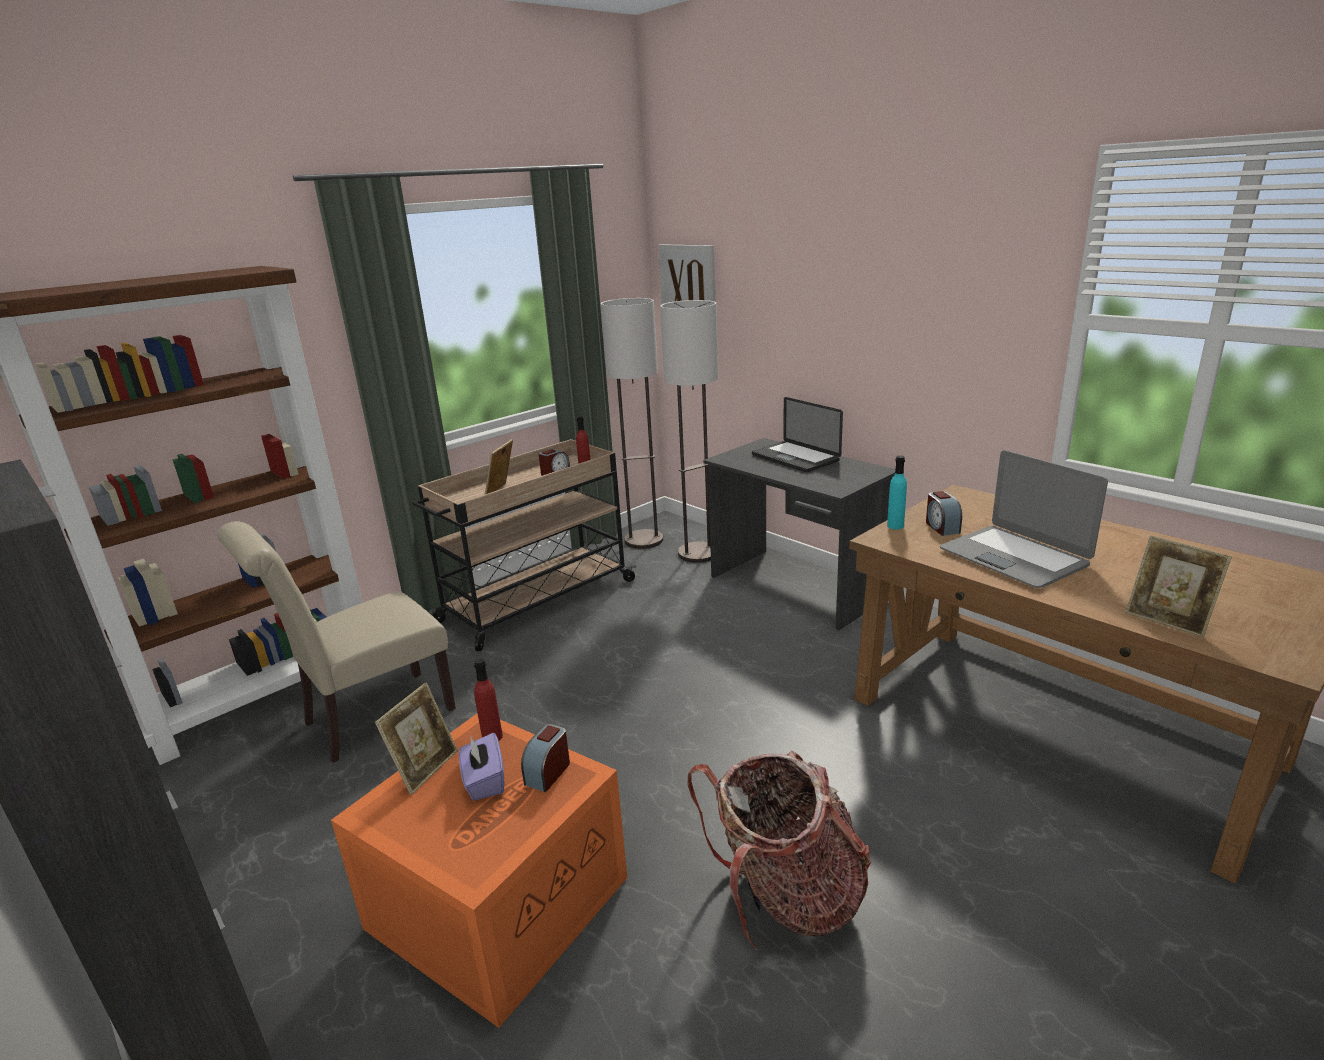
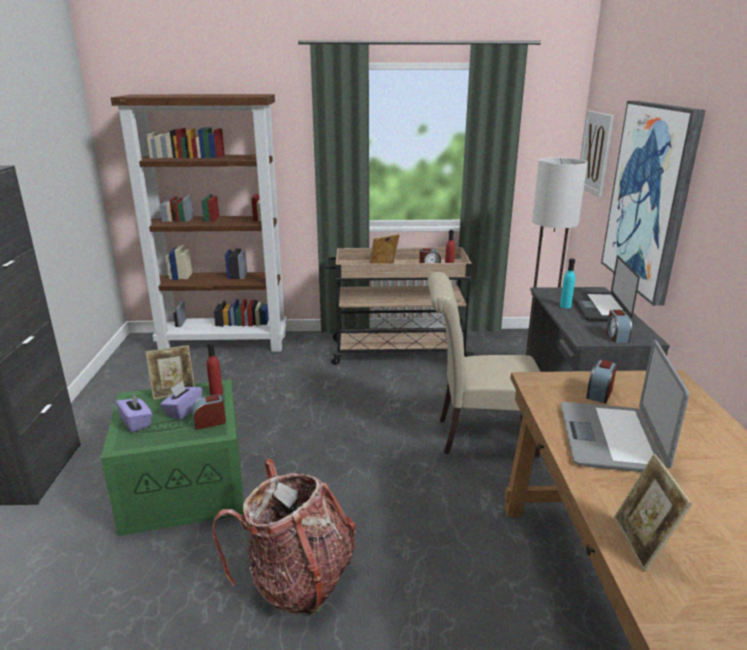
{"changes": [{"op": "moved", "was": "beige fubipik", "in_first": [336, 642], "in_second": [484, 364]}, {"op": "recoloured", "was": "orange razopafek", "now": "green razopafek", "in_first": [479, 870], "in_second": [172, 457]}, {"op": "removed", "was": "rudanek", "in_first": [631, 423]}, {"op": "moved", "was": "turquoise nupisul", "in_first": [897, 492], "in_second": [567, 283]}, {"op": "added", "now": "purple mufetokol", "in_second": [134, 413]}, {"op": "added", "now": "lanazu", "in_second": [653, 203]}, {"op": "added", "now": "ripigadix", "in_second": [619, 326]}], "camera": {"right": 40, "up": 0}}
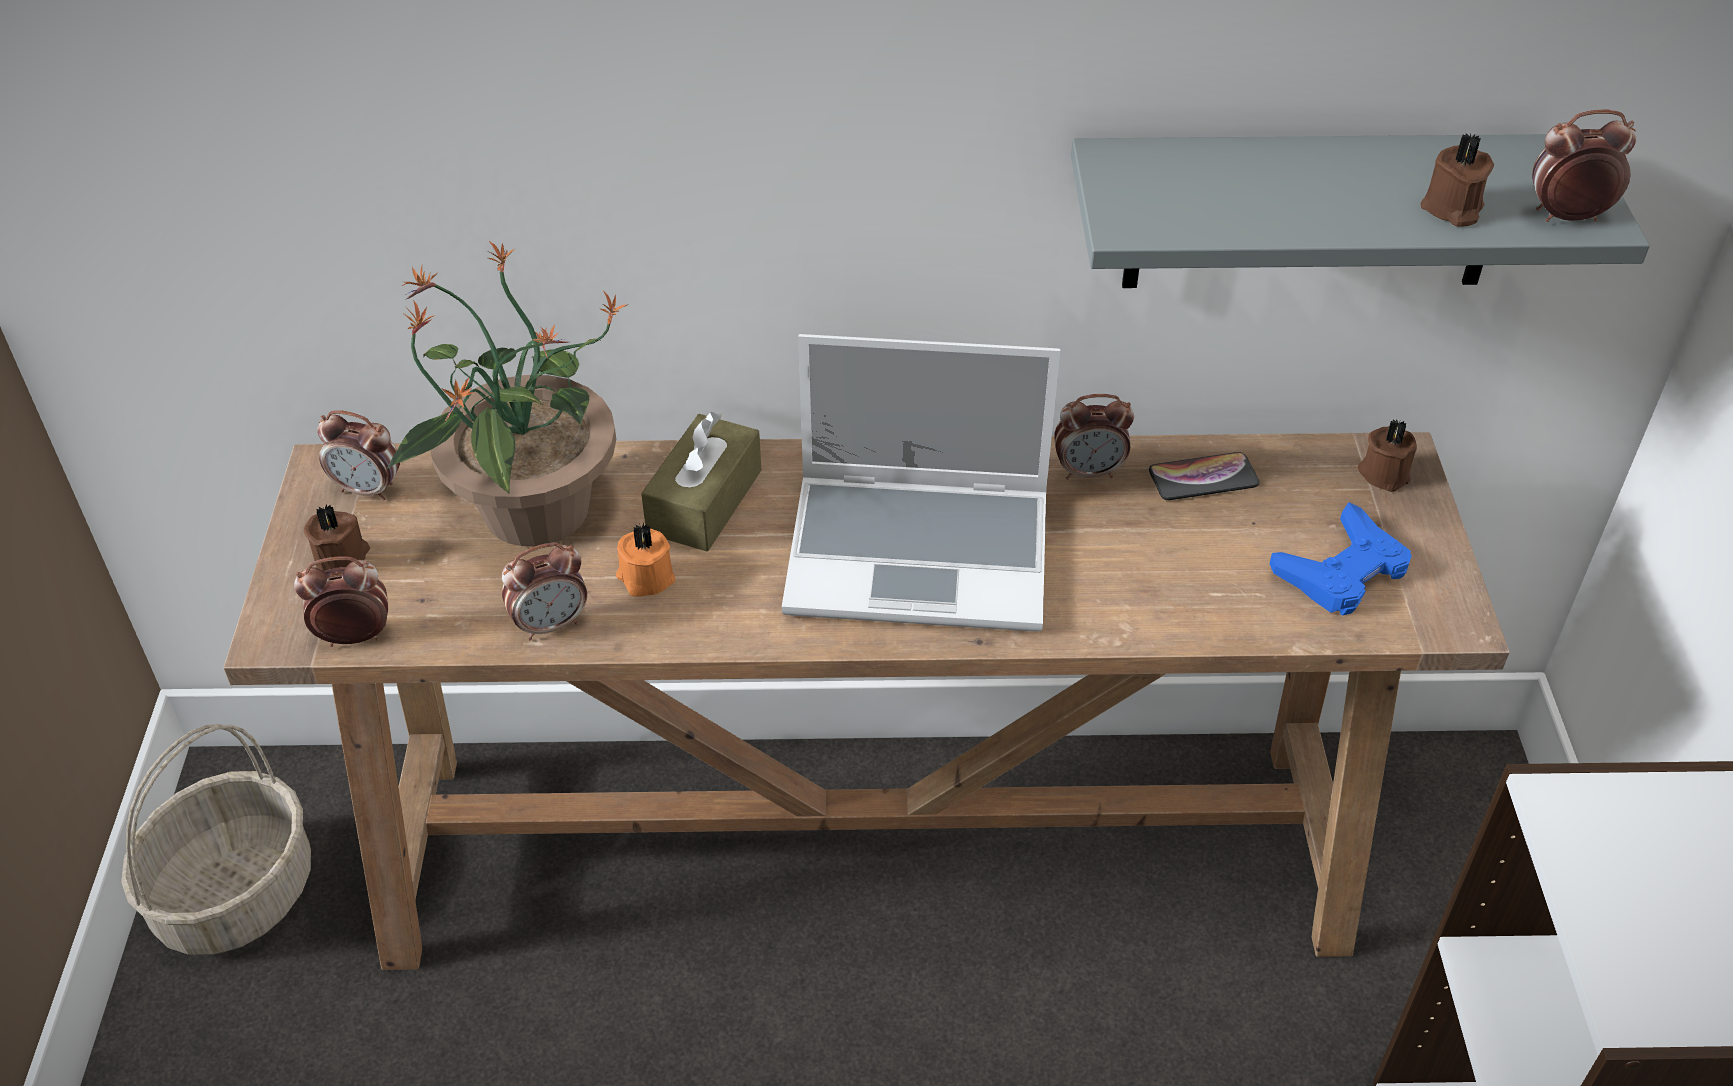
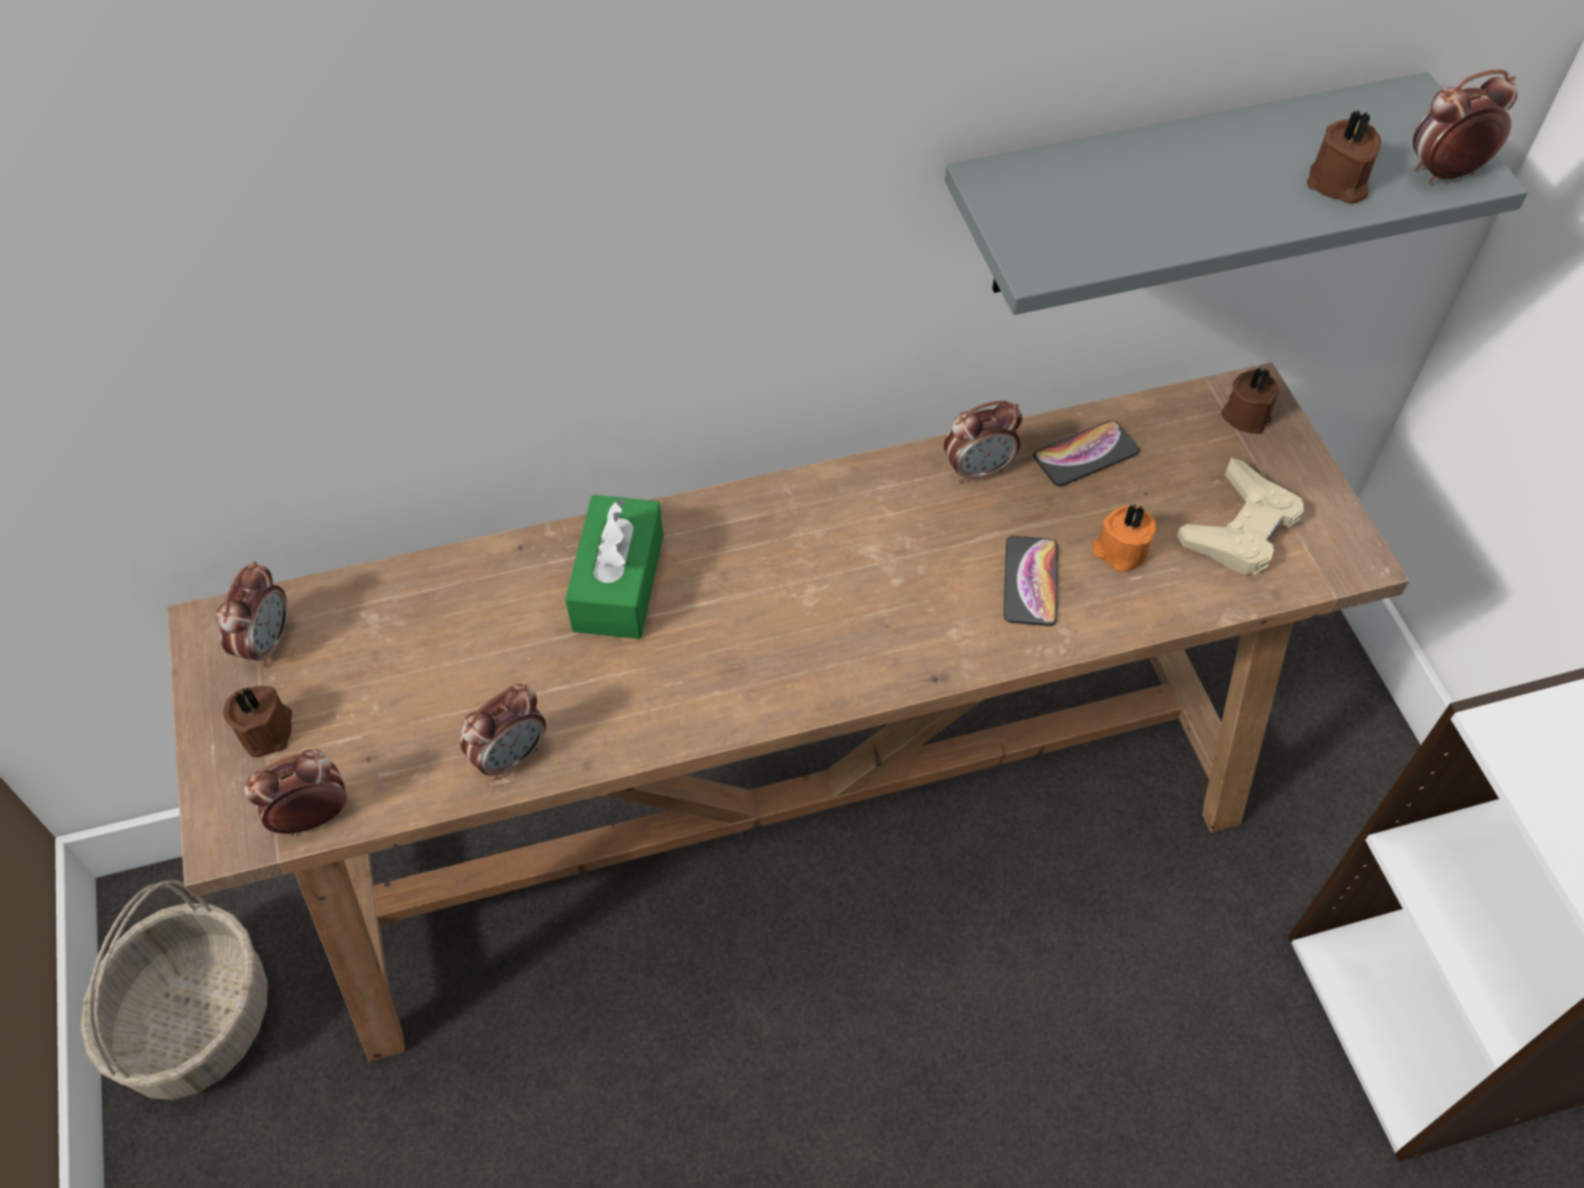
{"changes": [{"op": "turned", "was": "ripigadix", "in_first": [358, 455], "in_second": [252, 614], "clockwise": -75}, {"op": "removed", "was": "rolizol", "in_first": [507, 393]}, {"op": "moved", "was": "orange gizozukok", "in_first": [646, 560], "in_second": [1124, 537]}, {"op": "recoloured", "was": "brown mufetokol", "now": "green mufetokol", "in_first": [701, 481], "in_second": [614, 567]}, {"op": "removed", "was": "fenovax", "in_first": [921, 482]}, {"op": "recoloured", "was": "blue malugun", "now": "beige malugun", "in_first": [1341, 558], "in_second": [1240, 516]}, {"op": "added", "now": "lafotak", "in_second": [1031, 581]}], "camera": {"right": -15, "up": 10}}
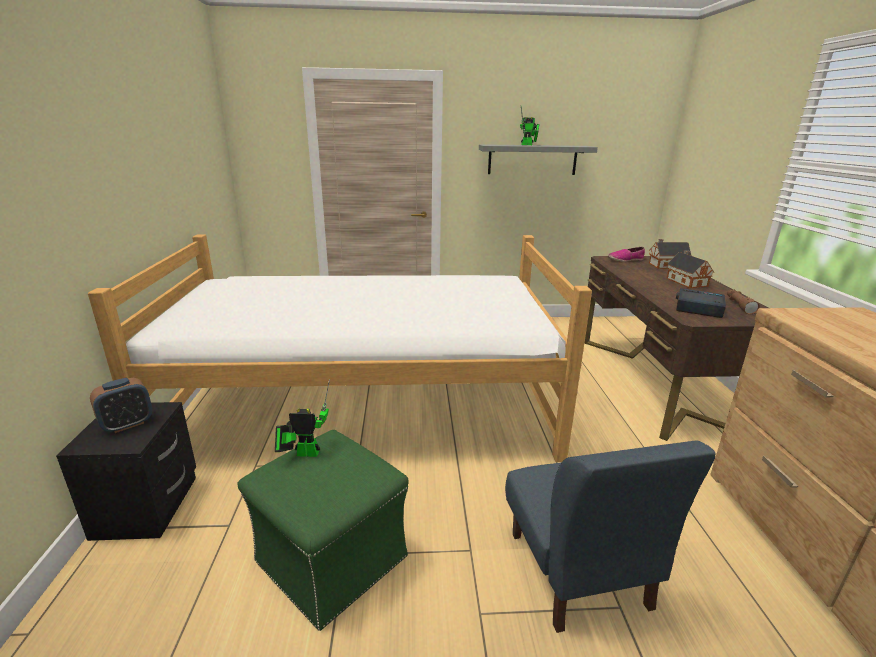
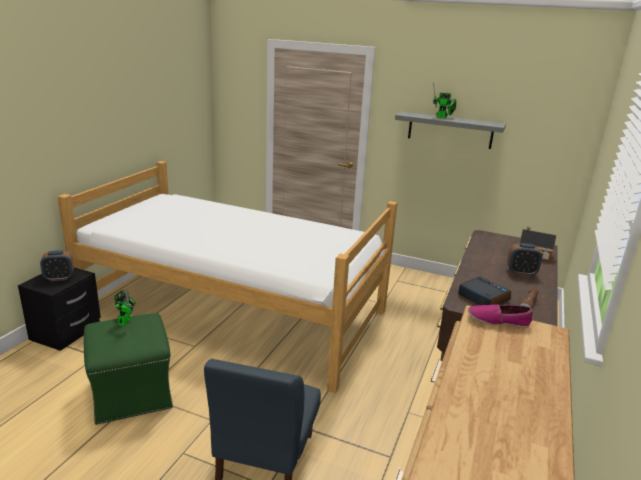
{"changes": [{"op": "turned", "was": "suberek", "in_first": [302, 418], "in_second": [125, 308], "clockwise": 75}, {"op": "moved", "was": "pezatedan", "in_first": [626, 254], "in_second": [500, 316]}, {"op": "replaced", "was": "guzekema", "now": "ripigadix", "in_first": [690, 269], "in_second": [524, 259]}], "camera": {"right": 25, "up": 0}}
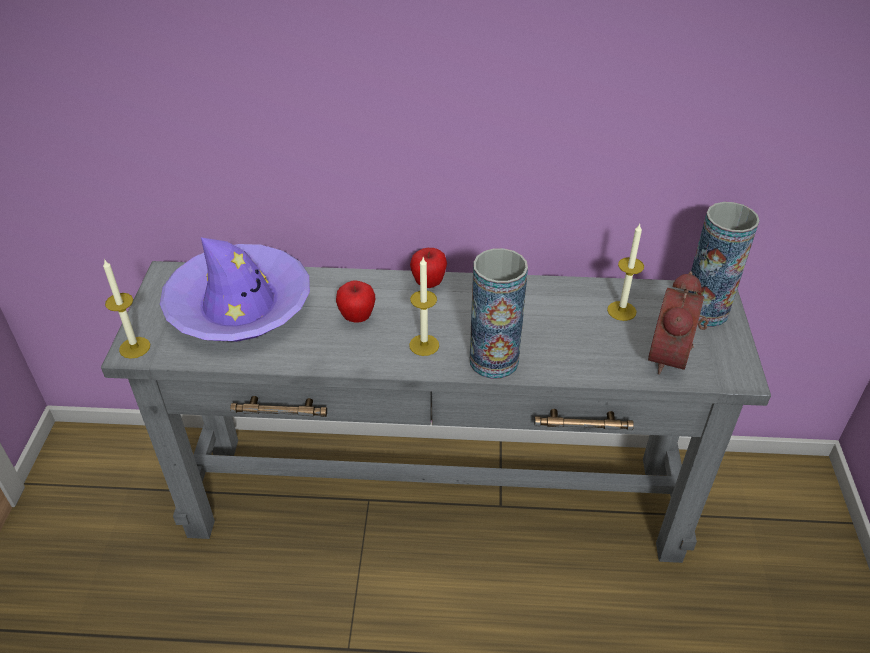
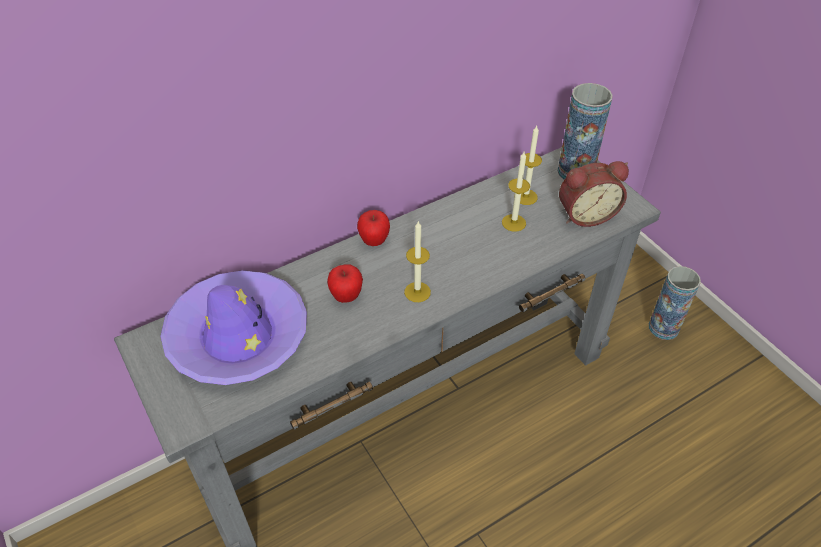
{"changes": [{"op": "moved", "was": "gizozukok", "in_first": [126, 309], "in_second": [516, 192]}, {"op": "moved", "was": "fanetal", "in_first": [499, 313], "in_second": [675, 303]}, {"op": "turned", "was": "ripigadix", "in_first": [678, 323], "in_second": [594, 194], "clockwise": -90}], "camera": {"right": -35, "up": 5}}
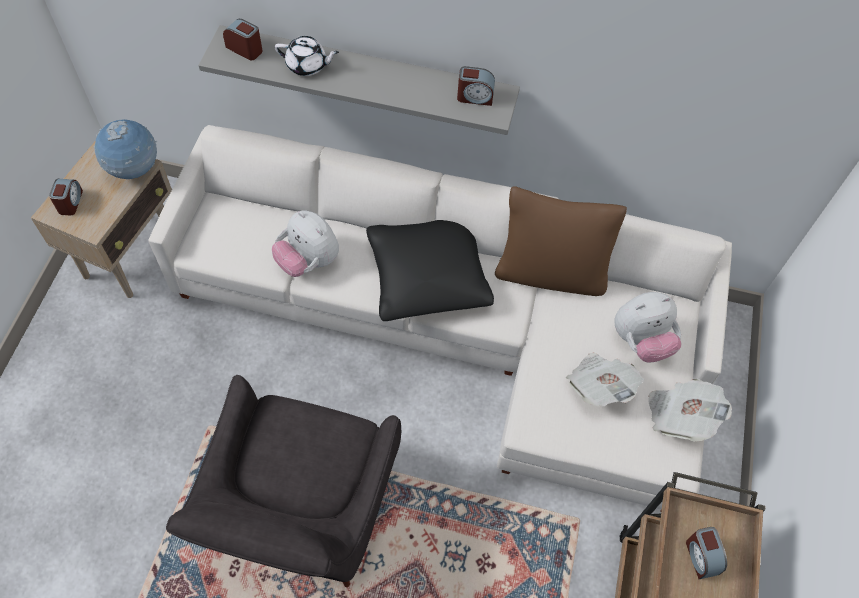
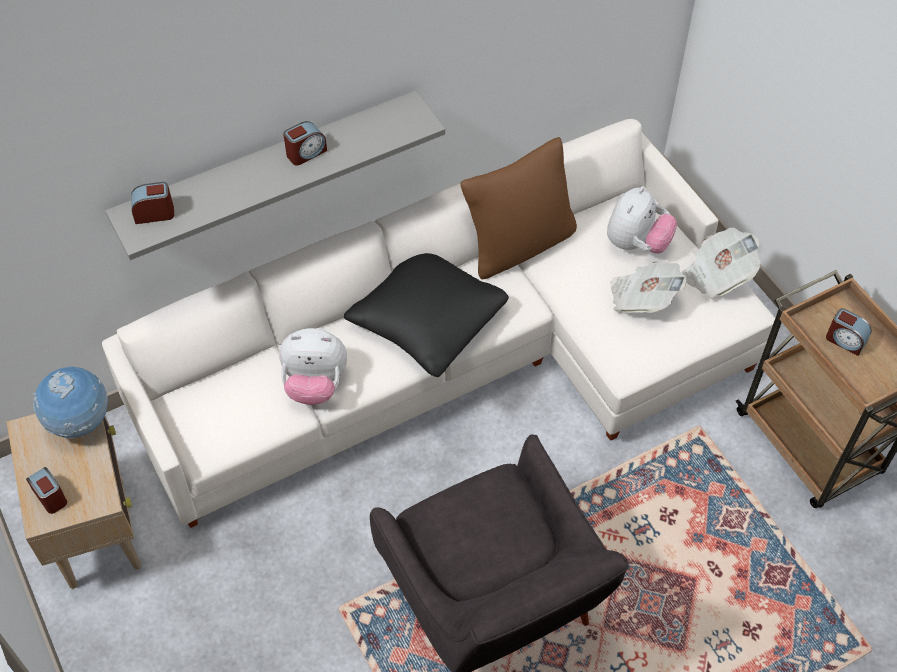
{"changes": [{"op": "removed", "was": "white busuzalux", "in_first": [307, 56]}, {"op": "moved", "was": "ripigadix", "in_first": [476, 86], "in_second": [305, 143]}], "camera": {"right": -40, "up": -5}}
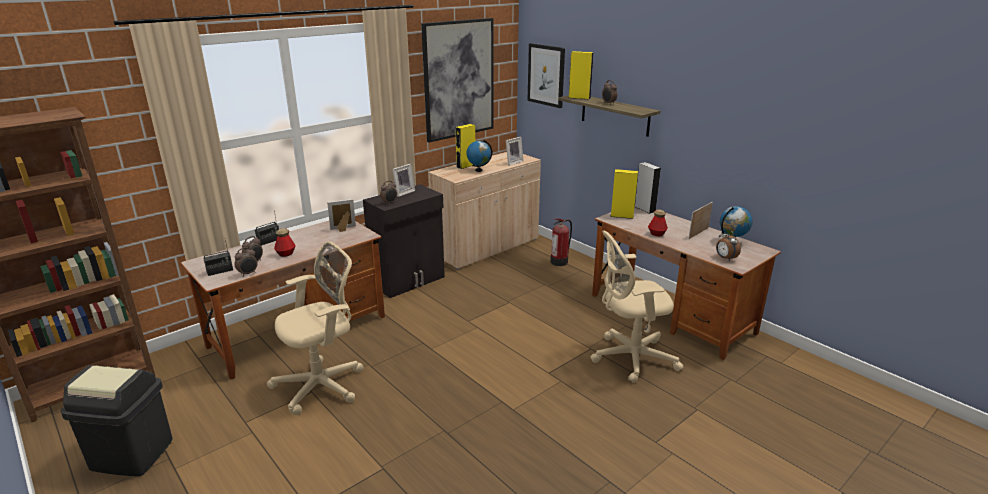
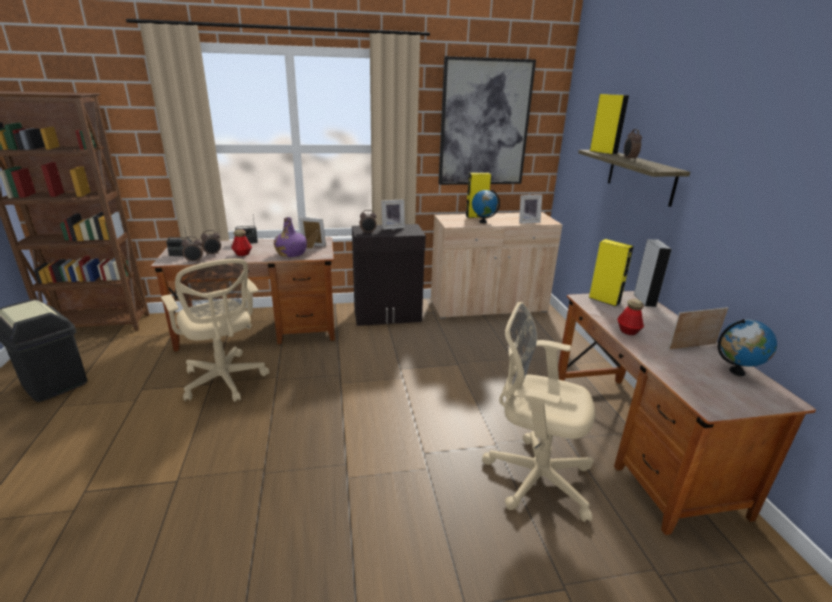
{"changes": [{"op": "turned", "was": "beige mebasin", "in_first": [315, 328], "in_second": [215, 330], "clockwise": 60}, {"op": "removed", "was": "lanazu", "in_first": [546, 75]}, {"op": "removed", "was": "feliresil", "in_first": [561, 242]}, {"op": "removed", "was": "ripigadix", "in_first": [728, 245]}, {"op": "added", "now": "purple nupisul", "in_second": [290, 237]}], "camera": {"right": 30, "up": 0}}
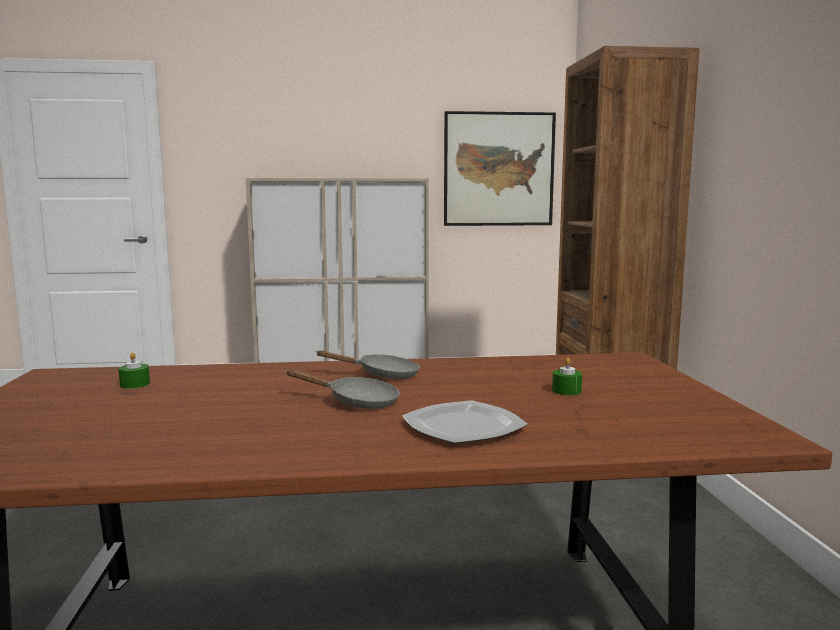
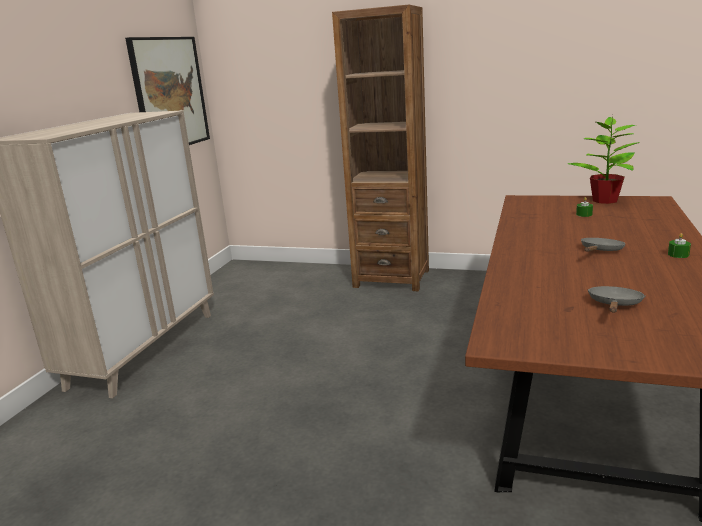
{"changes": [{"op": "moved", "was": "green gizozukok", "in_first": [134, 370], "in_second": [679, 245]}, {"op": "moved", "was": "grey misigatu", "in_first": [368, 364], "in_second": [616, 299]}, {"op": "removed", "was": "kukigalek", "in_first": [465, 422]}, {"op": "added", "now": "rolizol", "in_second": [604, 160]}], "camera": {"right": -65, "up": 10}}
